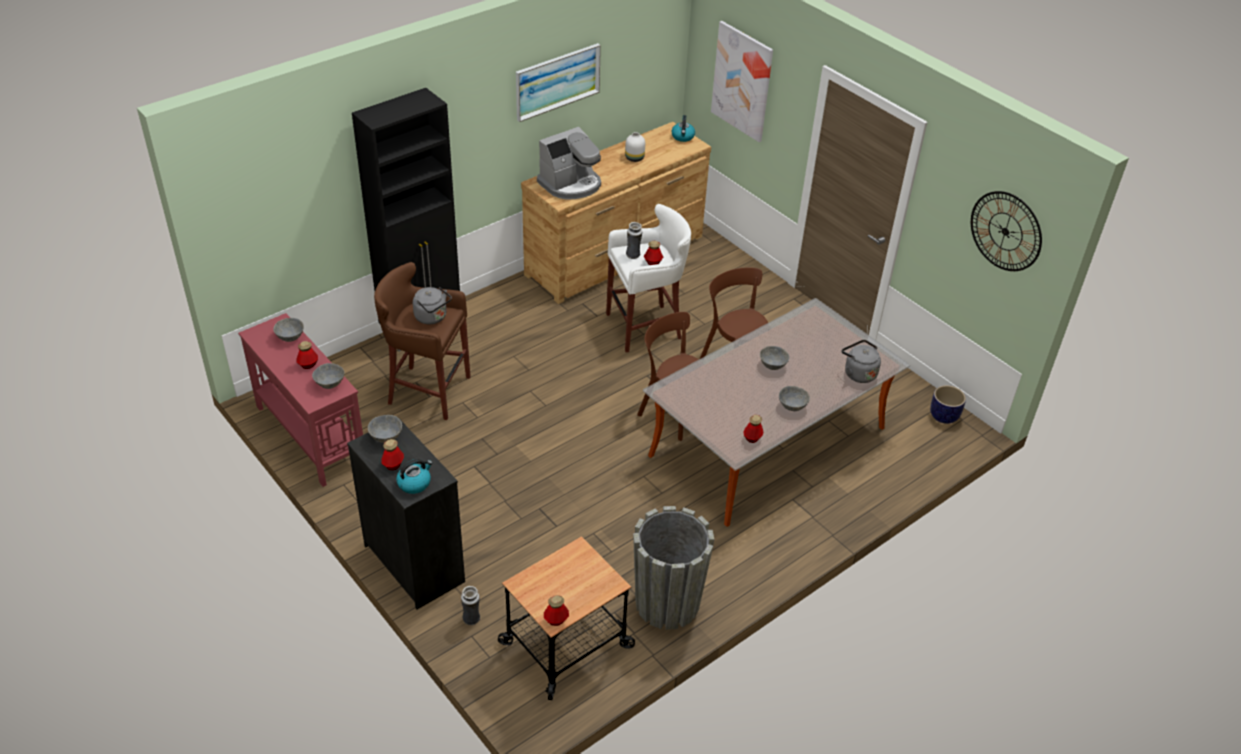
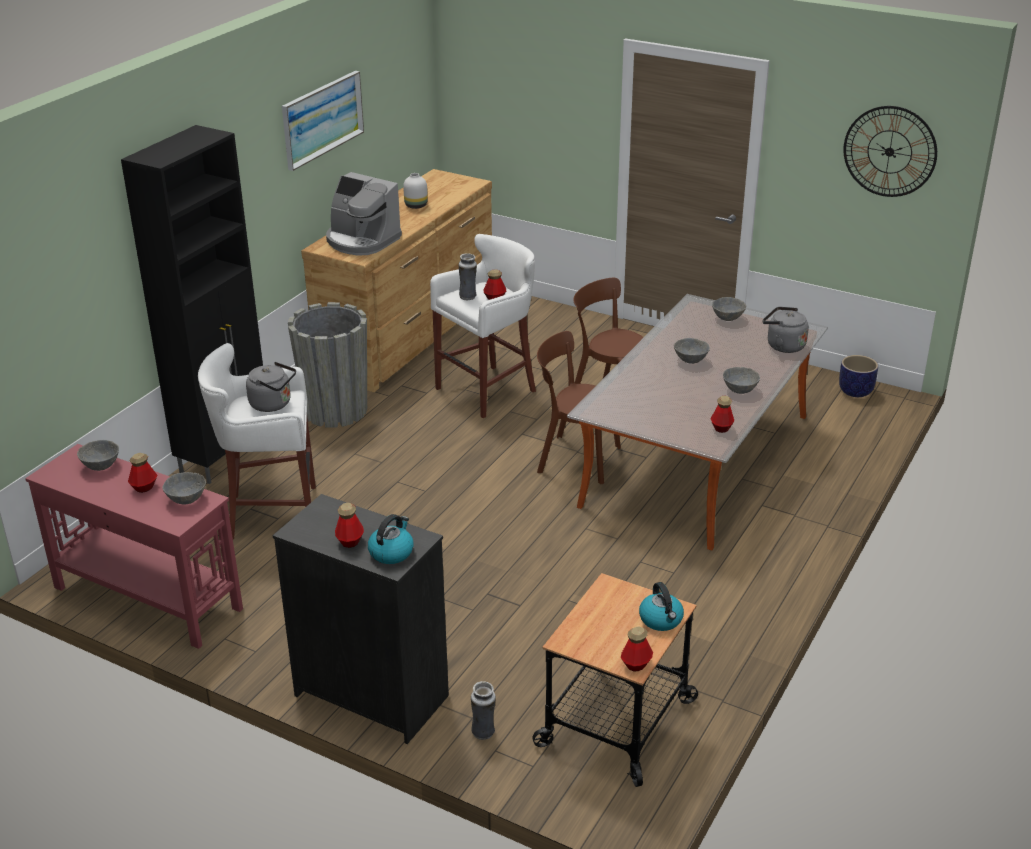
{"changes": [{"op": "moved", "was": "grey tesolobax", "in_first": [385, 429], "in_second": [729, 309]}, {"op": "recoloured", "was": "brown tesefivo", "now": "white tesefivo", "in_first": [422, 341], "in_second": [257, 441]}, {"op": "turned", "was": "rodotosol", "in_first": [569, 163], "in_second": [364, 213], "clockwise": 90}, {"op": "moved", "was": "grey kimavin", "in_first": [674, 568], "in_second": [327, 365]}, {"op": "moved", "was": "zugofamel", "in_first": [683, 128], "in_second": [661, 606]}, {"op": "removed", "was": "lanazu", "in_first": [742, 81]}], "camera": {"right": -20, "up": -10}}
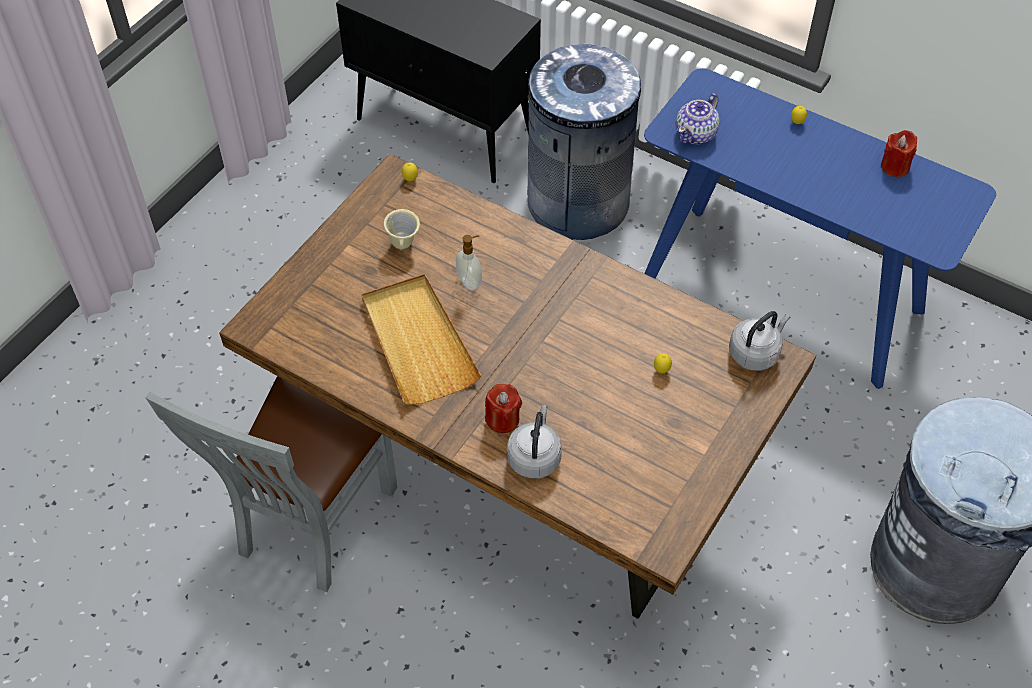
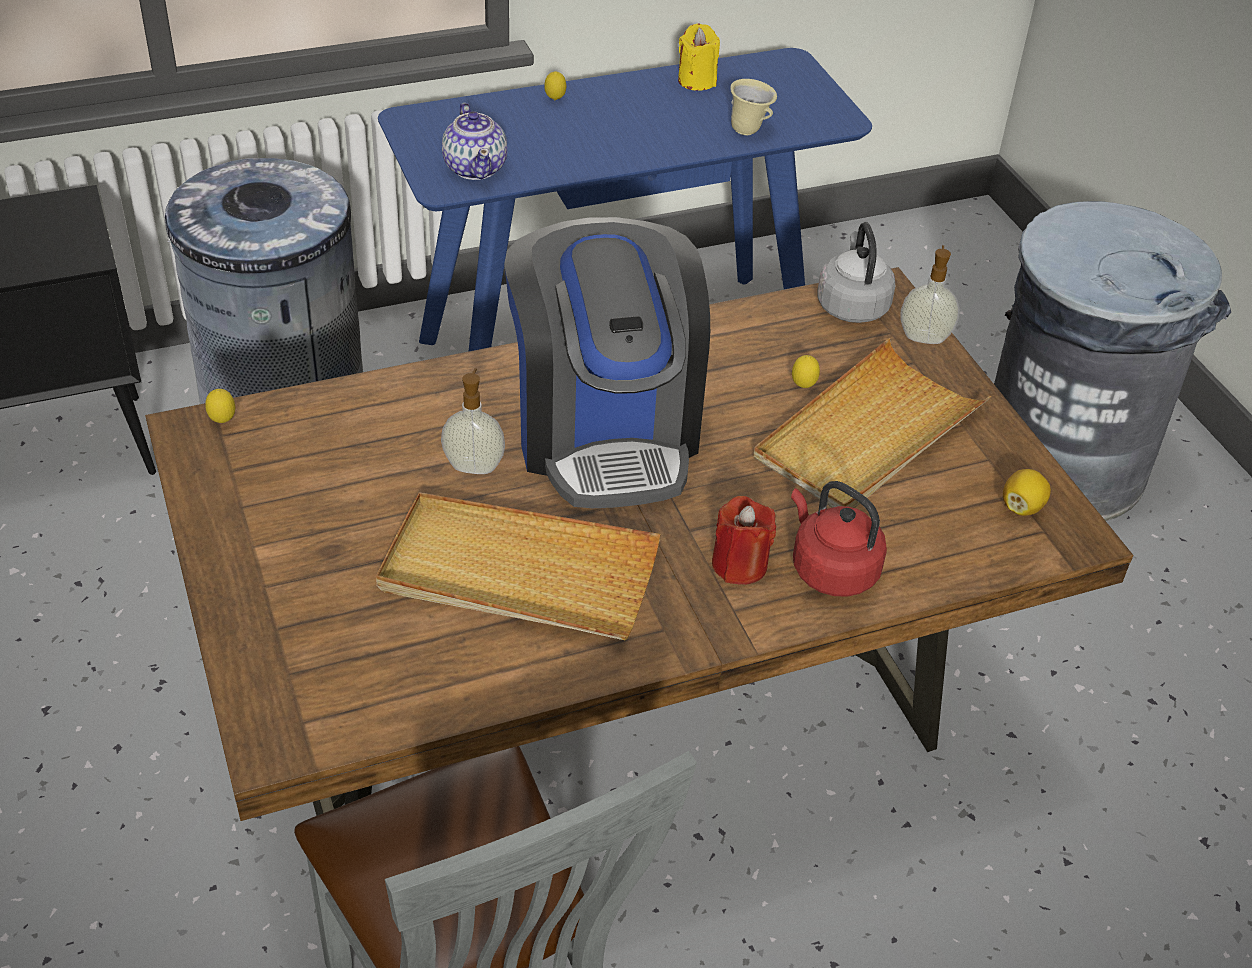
{"changes": [{"op": "moved", "was": "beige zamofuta", "in_first": [402, 229], "in_second": [753, 107]}, {"op": "recoloured", "was": "grey zugofamel", "now": "red zugofamel", "in_first": [534, 442], "in_second": [839, 539]}, {"op": "recoloured", "was": "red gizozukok", "now": "yellow gizozukok", "in_first": [899, 154], "in_second": [699, 57]}, {"op": "added", "now": "rodotosol", "in_second": [607, 362]}, {"op": "added", "now": "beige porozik", "in_second": [872, 423]}, {"op": "added", "now": "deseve", "in_second": [930, 294]}, {"op": "added", "now": "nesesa", "in_second": [1027, 492]}], "camera": {"right": -55, "up": -10}}
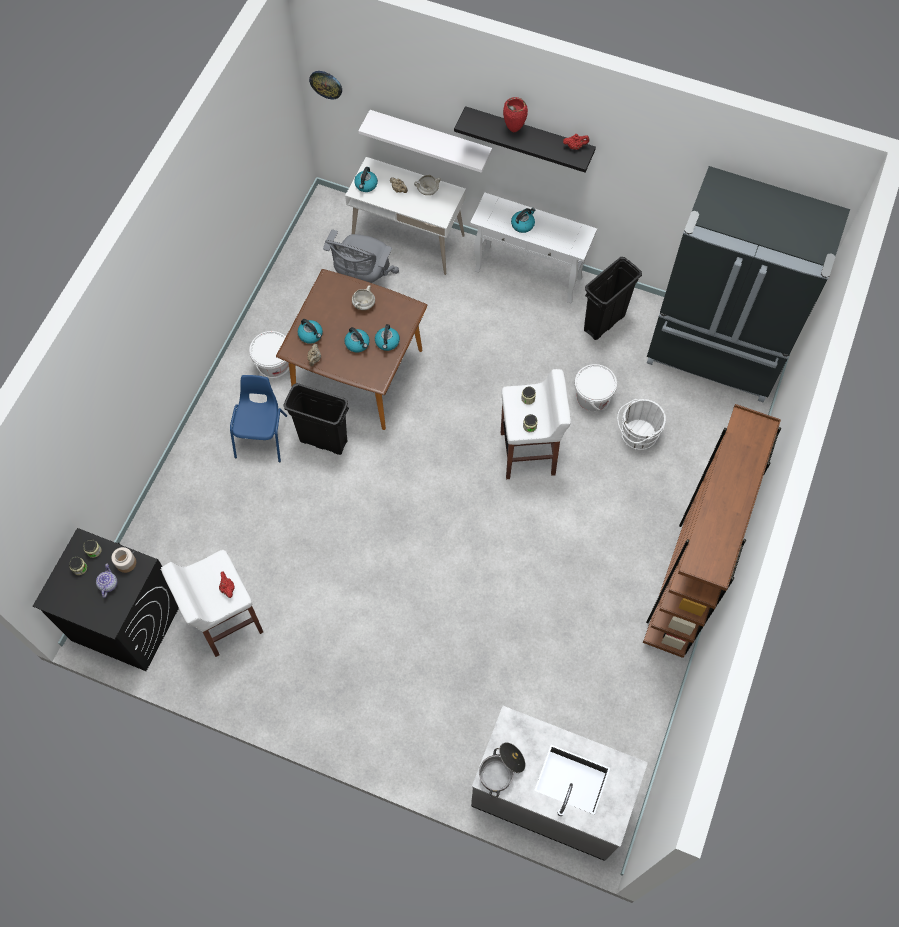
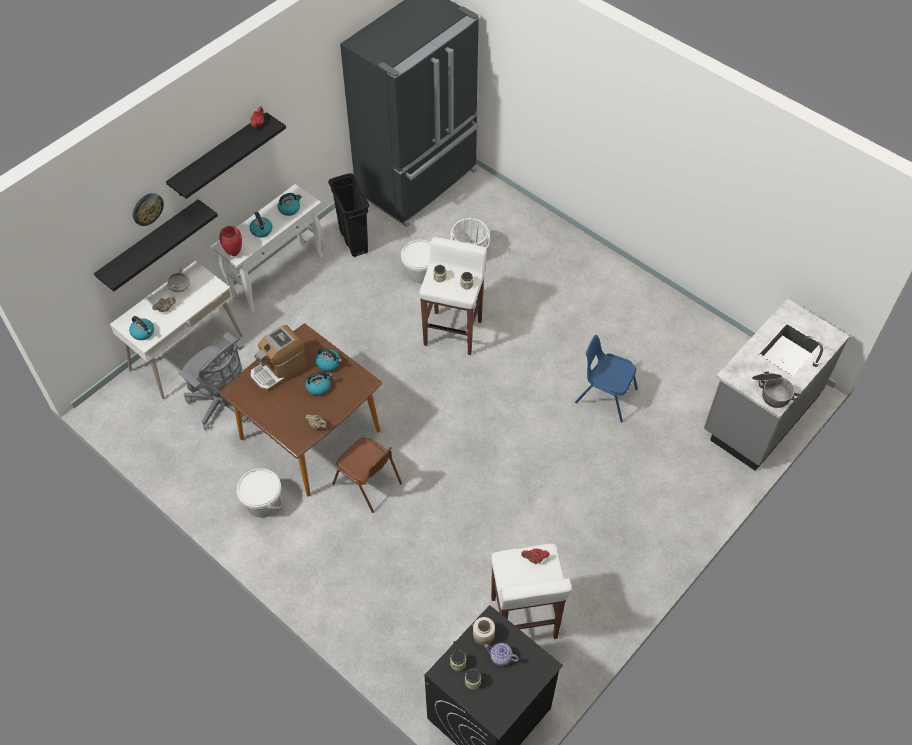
{"changes": [{"op": "moved", "was": "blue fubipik", "in_first": [258, 418], "in_second": [606, 378]}, {"op": "replaced", "was": "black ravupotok", "now": "brown fubipik", "in_first": [316, 419], "in_second": [367, 475]}, {"op": "moved", "was": "zugofamel", "in_first": [310, 331], "in_second": [290, 204]}, {"op": "moved", "was": "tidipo", "in_first": [325, 85], "in_second": [148, 209]}, {"op": "replaced", "was": "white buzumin", "now": "rodotosol", "in_first": [363, 297], "in_second": [278, 358]}, {"op": "recoloured", "was": "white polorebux", "now": "black polorebux", "in_first": [425, 141], "in_second": [156, 245]}, {"op": "moved", "was": "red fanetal", "in_first": [515, 114], "in_second": [230, 241]}, {"op": "removed", "was": "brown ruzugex", "in_first": [712, 531]}], "camera": {"right": -70, "up": -10}}
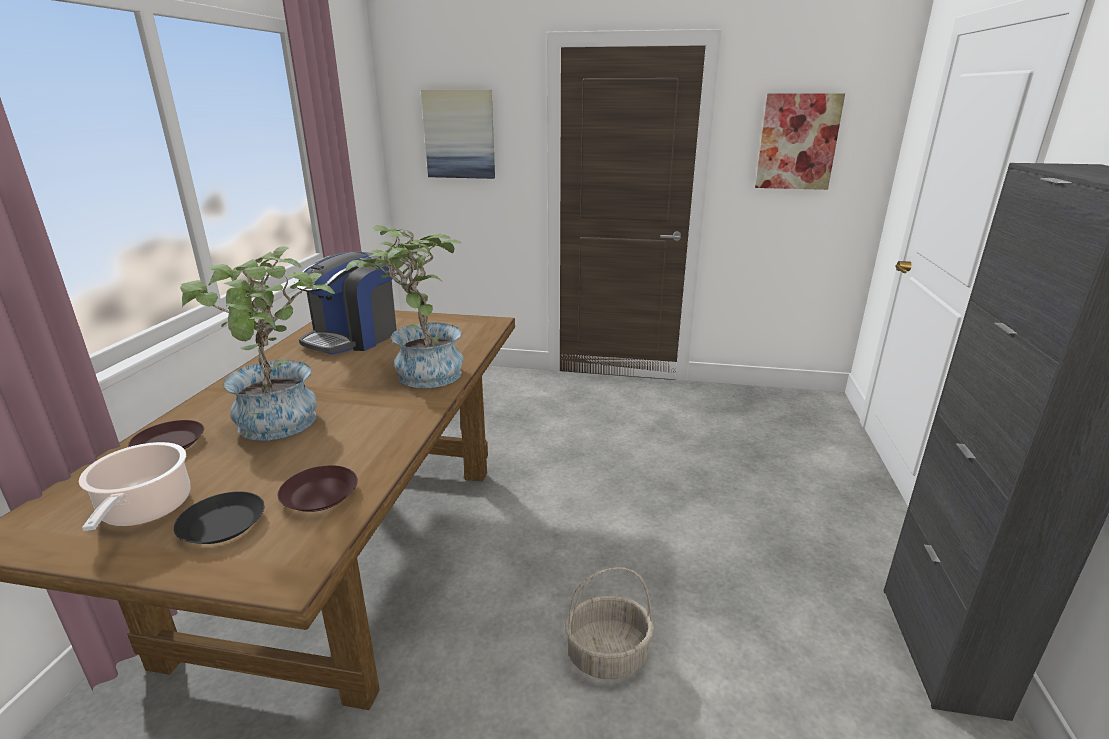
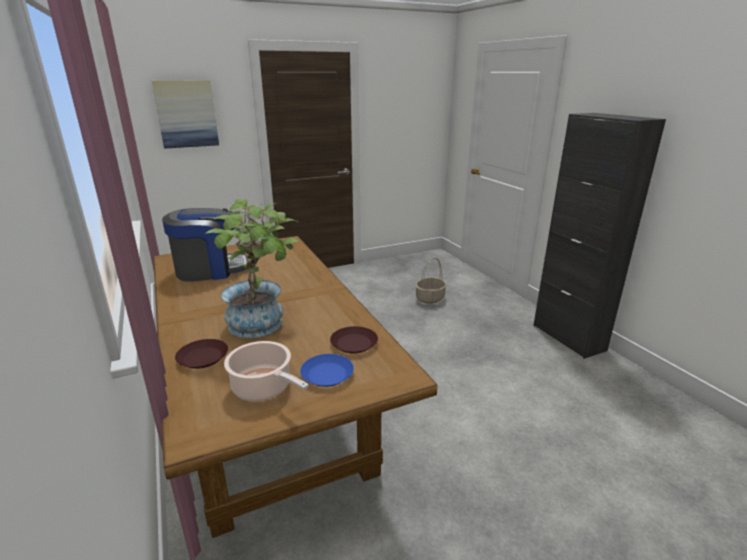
{"changes": [{"op": "recoloured", "was": "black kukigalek", "now": "blue kukigalek", "in_first": [219, 517], "in_second": [327, 370]}, {"op": "turned", "was": "rodotosol", "in_first": [345, 303], "in_second": [205, 245], "clockwise": -105}, {"op": "removed", "was": "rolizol", "in_first": [405, 306]}, {"op": "moved", "was": "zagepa", "in_first": [609, 623], "in_second": [431, 281]}, {"op": "removed", "was": "lanazu", "in_first": [800, 141]}], "camera": {"right": -35, "up": 0}}
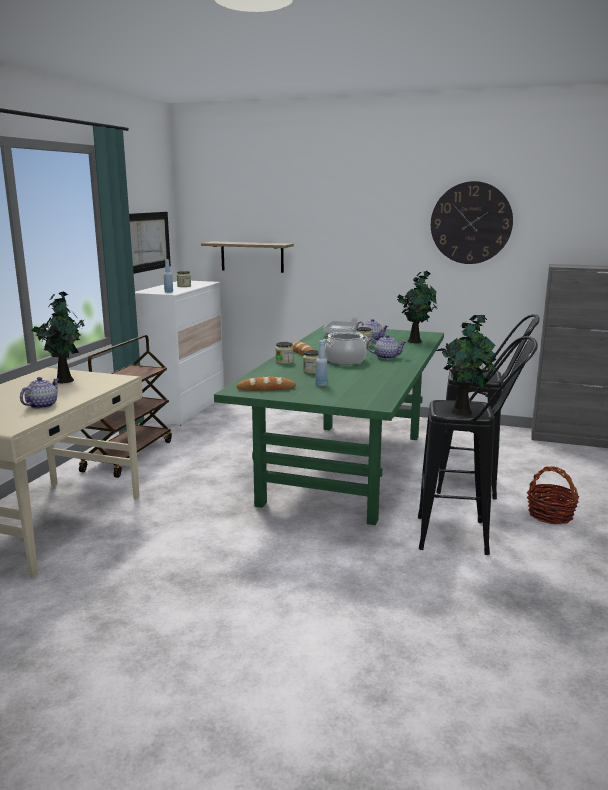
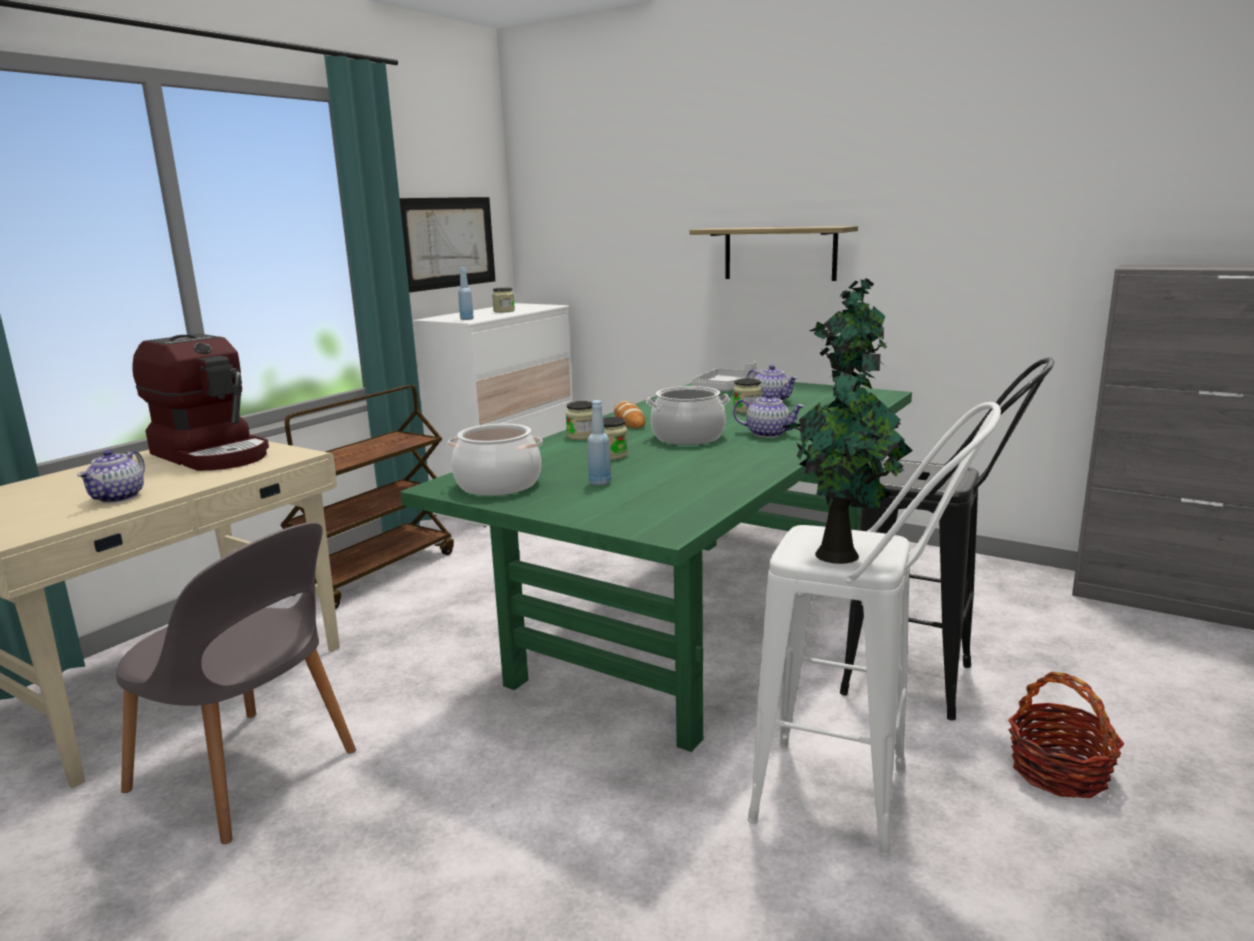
{"changes": [{"op": "turned", "was": "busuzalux", "in_first": [39, 393], "in_second": [111, 476], "clockwise": 150}, {"op": "replaced", "was": "rolizol", "now": "rodotosol", "in_first": [58, 337], "in_second": [201, 402]}, {"op": "moved", "was": "polorebux", "in_first": [247, 257], "in_second": [773, 253]}, {"op": "replaced", "was": "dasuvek", "now": "buzumin", "in_first": [266, 383], "in_second": [495, 459]}, {"op": "recoloured", "was": "black tesefivo", "now": "white tesefivo", "in_first": [478, 445], "in_second": [874, 629]}, {"op": "removed", "was": "tidipo", "in_first": [472, 222]}, {"op": "added", "now": "grey fubipik", "in_second": [236, 683]}], "camera": {"right": 15, "up": 0}}
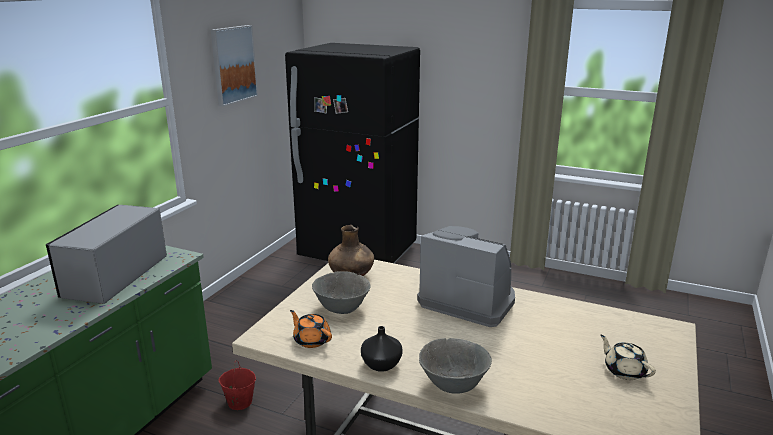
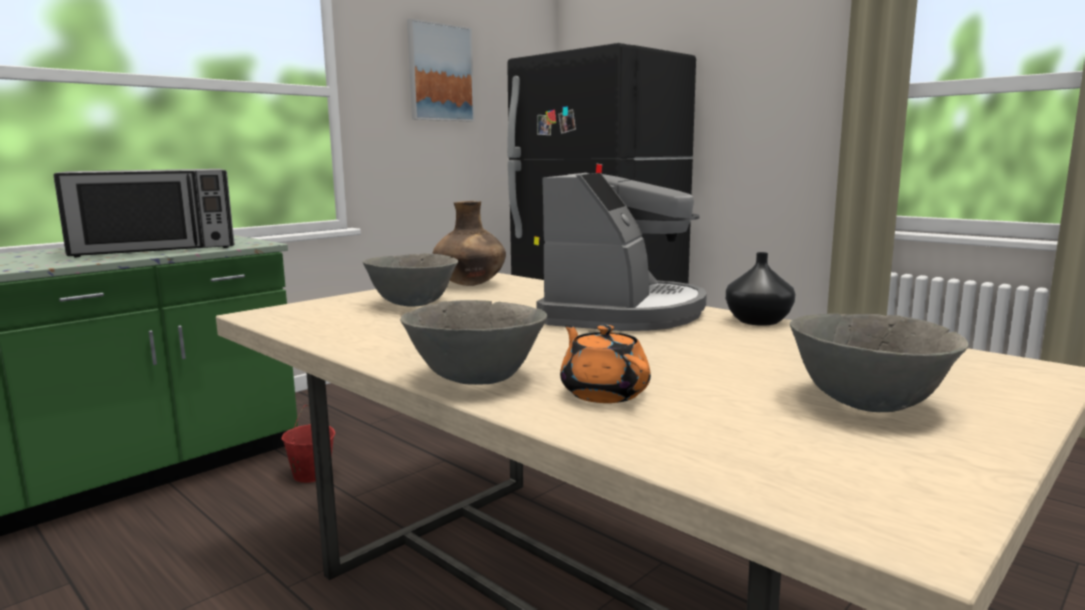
{"changes": [{"op": "turned", "was": "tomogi", "in_first": [106, 254], "in_second": [143, 213], "clockwise": -150}, {"op": "moved", "was": "orange busuzalux", "in_first": [311, 329], "in_second": [605, 364]}, {"op": "moved", "was": "black fanetal", "in_first": [382, 349], "in_second": [760, 289]}, {"op": "turned", "was": "rodotosol", "in_first": [466, 276], "in_second": [621, 252], "clockwise": 60}, {"op": "replaced", "was": "beige busuzalux", "now": "grey tesolobax", "in_first": [628, 357], "in_second": [879, 362]}], "camera": {"right": 20, "up": -10}}
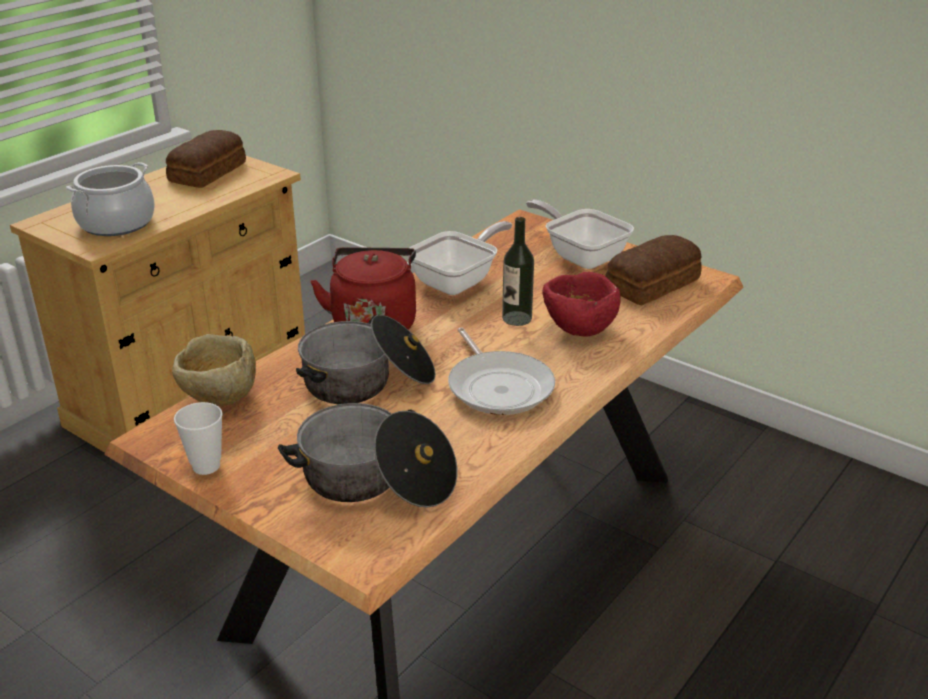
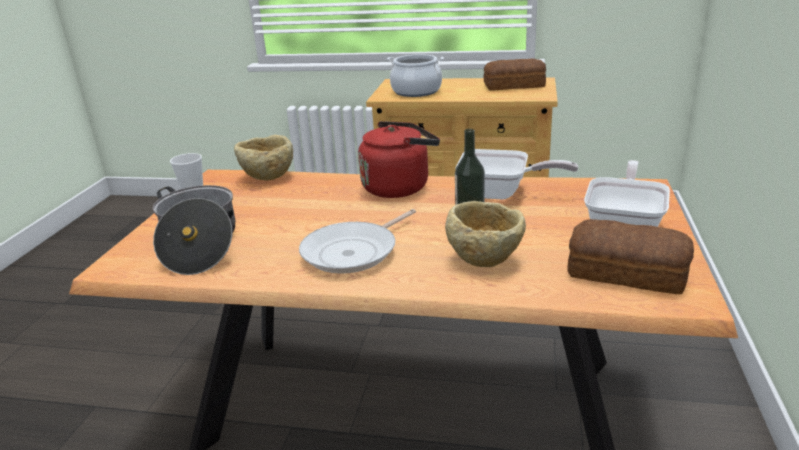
{"changes": [{"op": "removed", "was": "buzumin", "in_first": [366, 359]}, {"op": "recoloured", "was": "red tesolobax", "now": "beige tesolobax", "in_first": [581, 304], "in_second": [485, 234]}], "camera": {"right": 65, "up": -5}}
